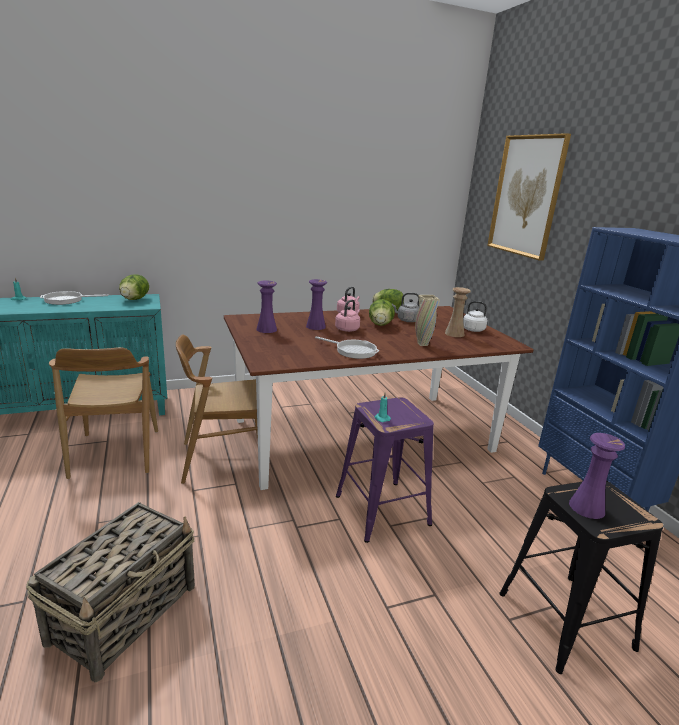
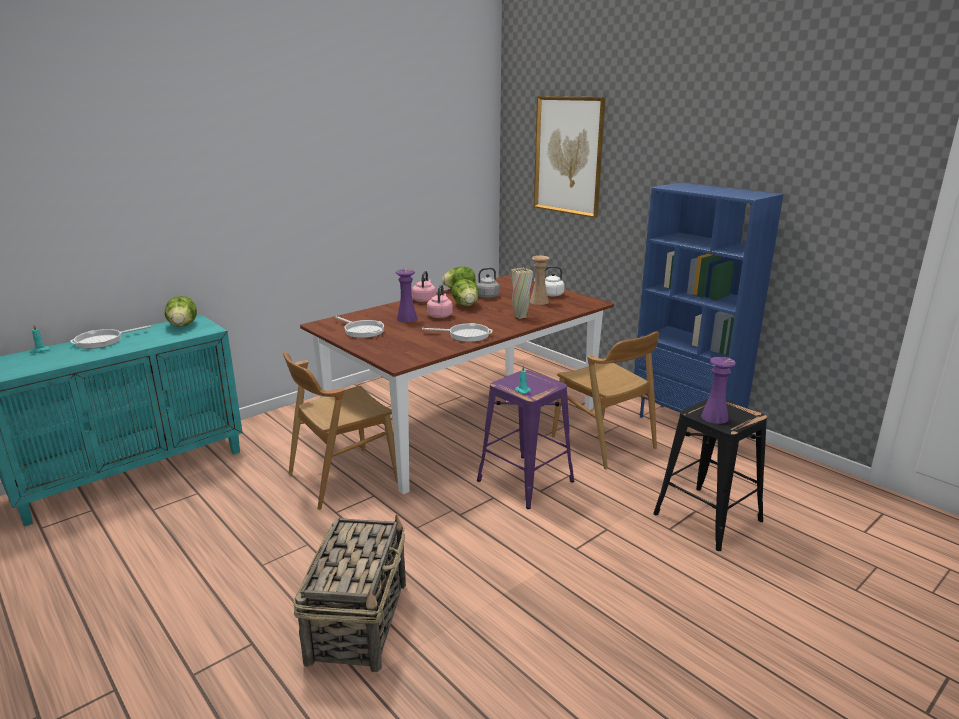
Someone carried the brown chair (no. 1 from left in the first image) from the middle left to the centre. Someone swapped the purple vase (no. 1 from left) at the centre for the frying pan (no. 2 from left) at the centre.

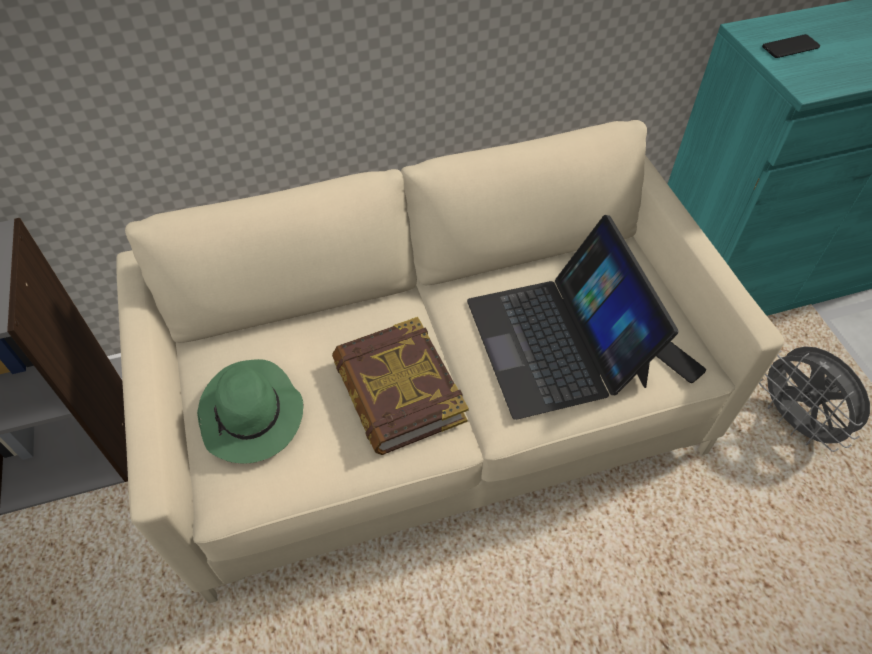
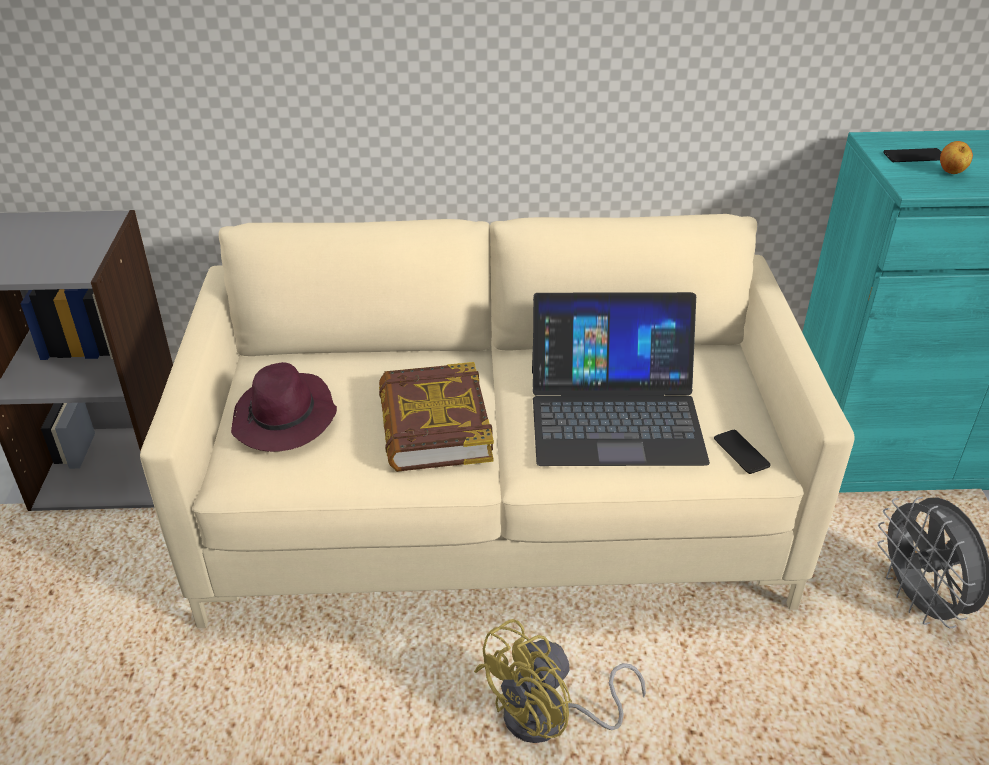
Someone repainted the green hat at the middle left, which became the purple hat at the middle left. Someone rotated the laptop at the centre by 90 degrees counterclockwise. Someone put down the yellow fan at the bottom centre. Someone put down the apple at the top right.

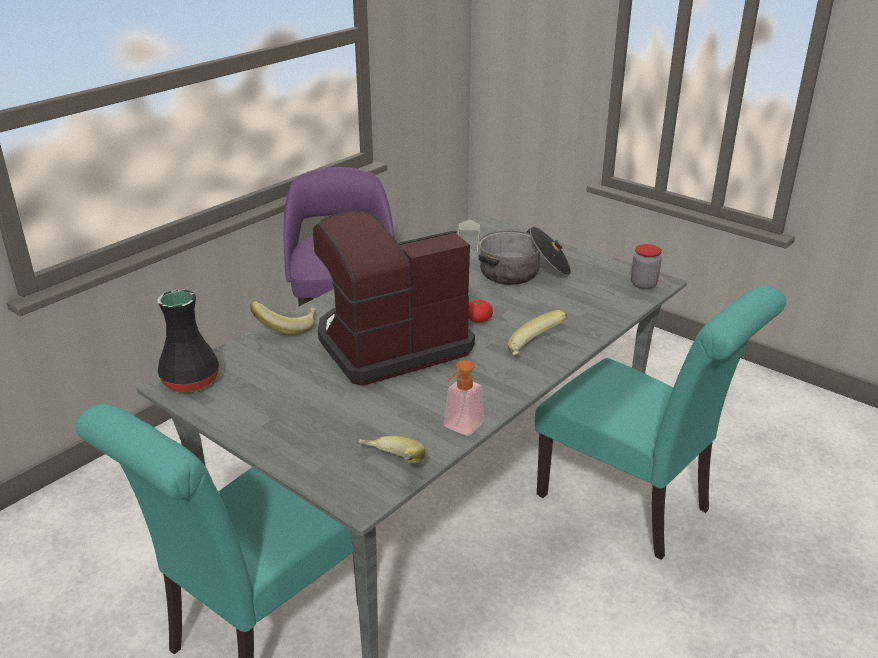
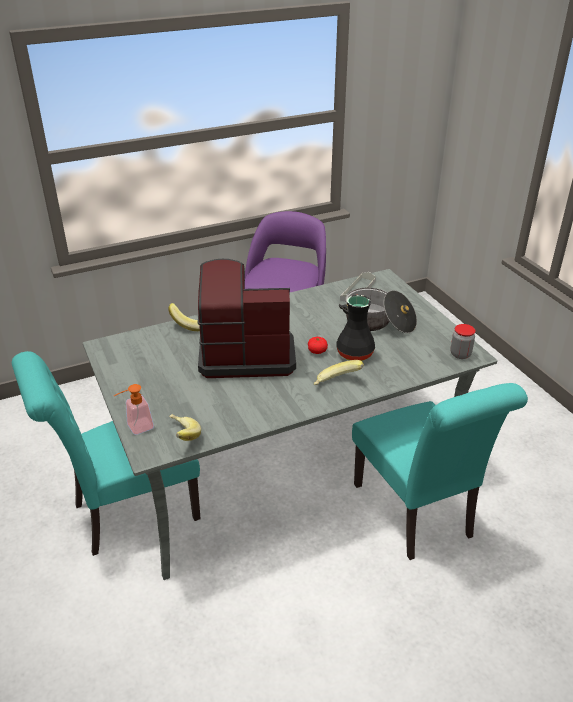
Someone carried the black vase from the middle left to the centre. Someone carried the soap dispenser from the centre to the middle left.

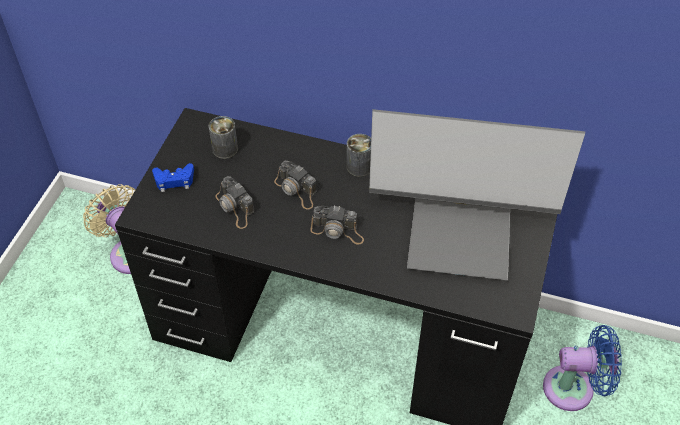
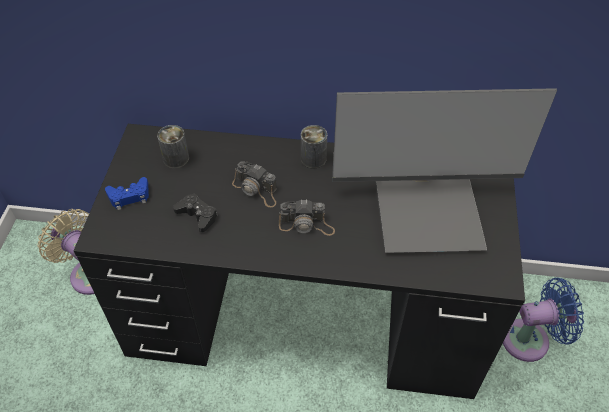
Someone swapped the photo camera (no. 1 from left) at the centre for the black game controller at the middle left.

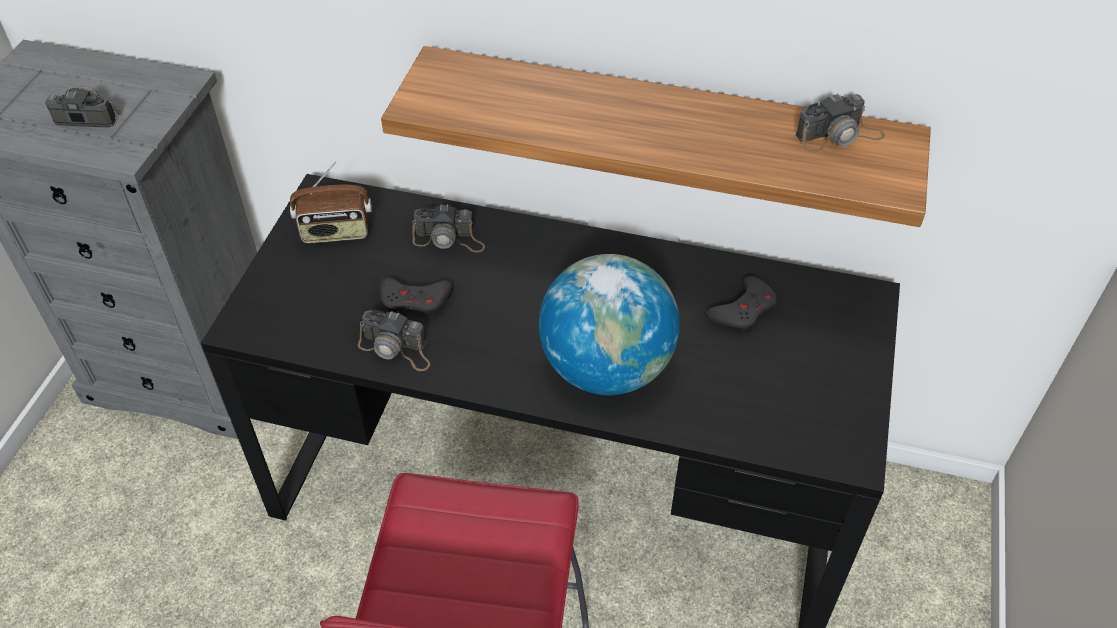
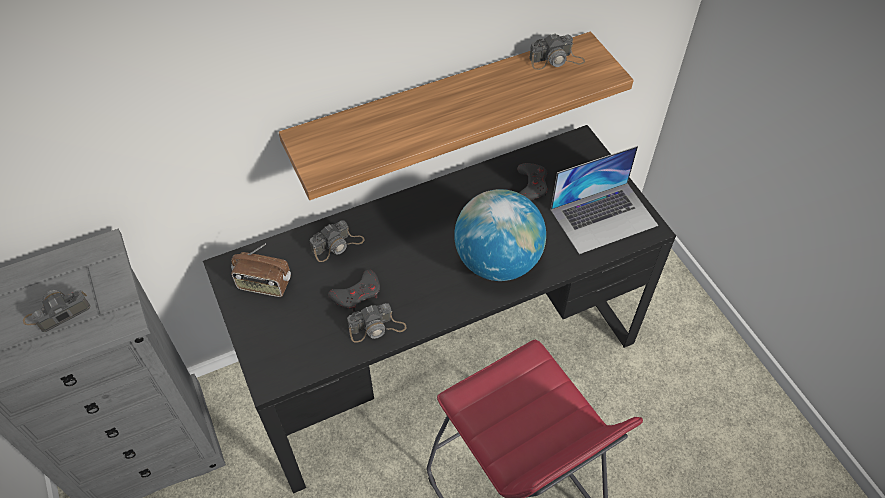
Someone rotated the radio at the top left by 60 degrees clockwise. Someone rotated the photo camera (no. 4 from left) at the top right by 45 degrees clockwise. Someone put down the laptop at the middle right.

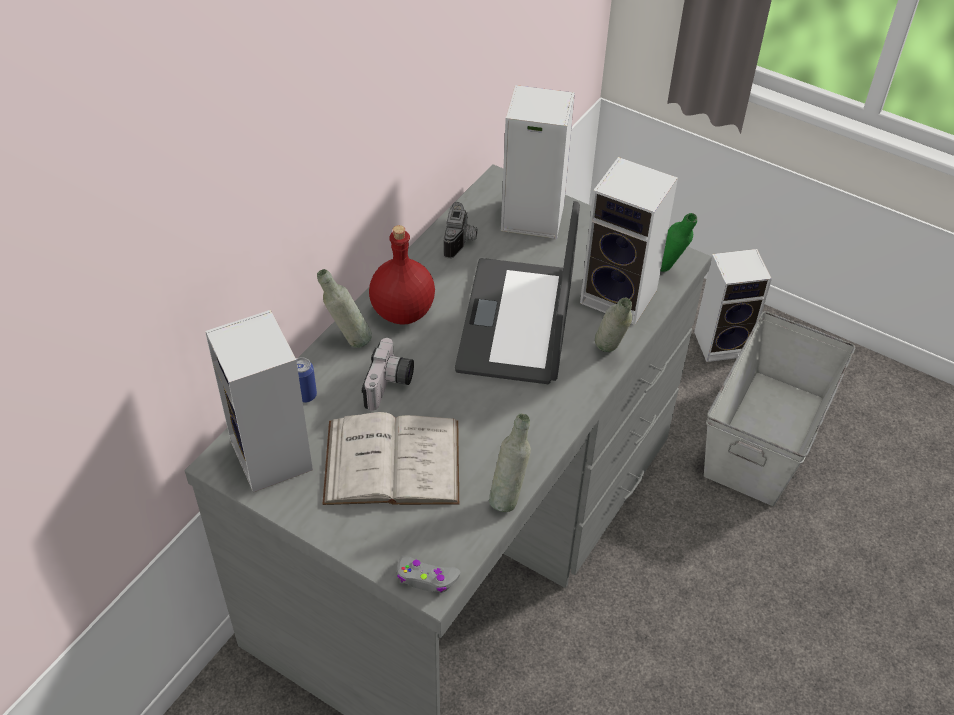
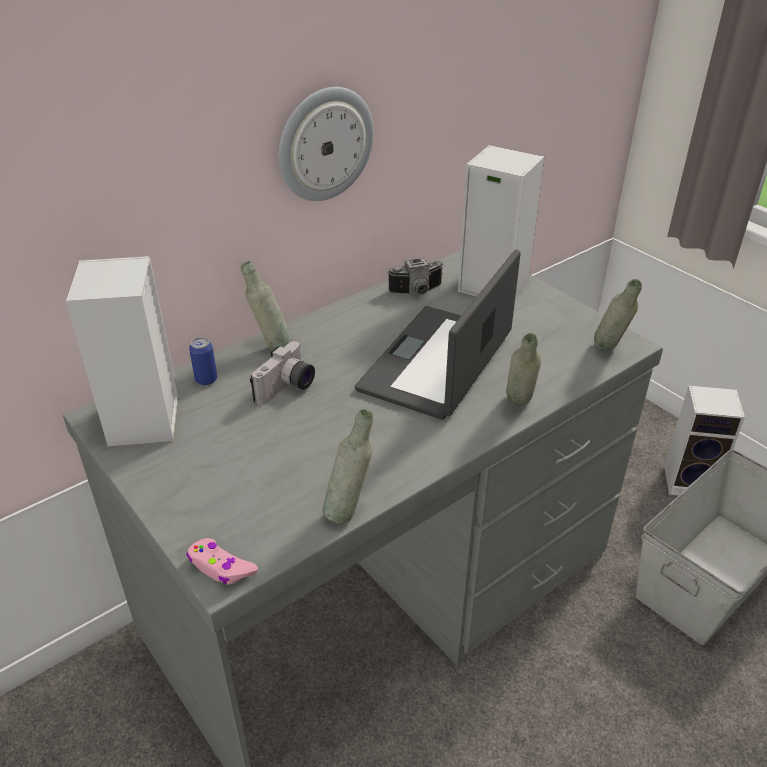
Someone took away the white book at the centre. Someone took away the red bottle at the centre. Someone repainted the grey game controller at the bottom centre, which became the pink game controller at the bottom left. Someone rotated the photo camera (no. 2 from left) at the top centre by 45 degrees clockwise. Someone took away the speaker (no. 3 from left) at the centre. Someone repainted the green bottle at the middle right, which became the grey bottle (no. 4 from left) at the middle right. Someone put up the wall clock at the top centre.

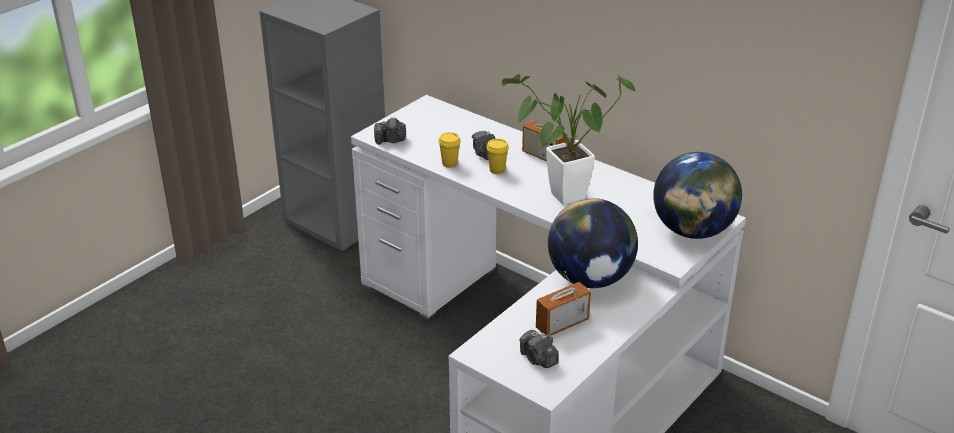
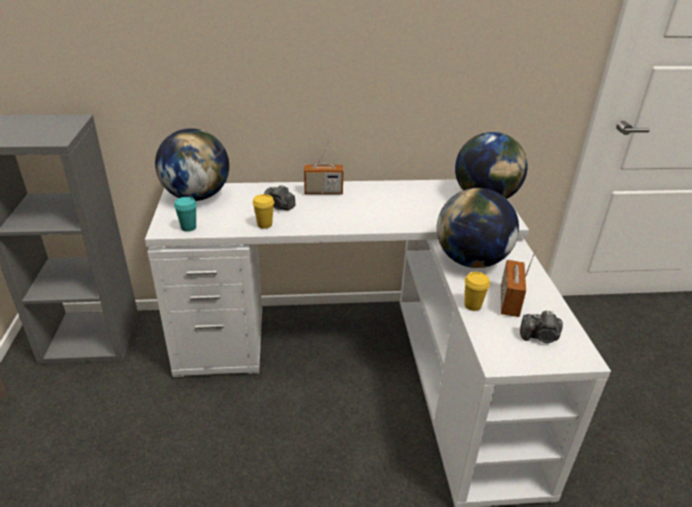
Someone swapped the photo camera (no. 1 from left) at the top centre for the turquoise cup at the middle left. Someone carried the yellow cup (no. 2 from left) from the centre to the middle right. Someone took away the potted plant at the top centre. Someone put down the globe (no. 1 from left) at the top left.

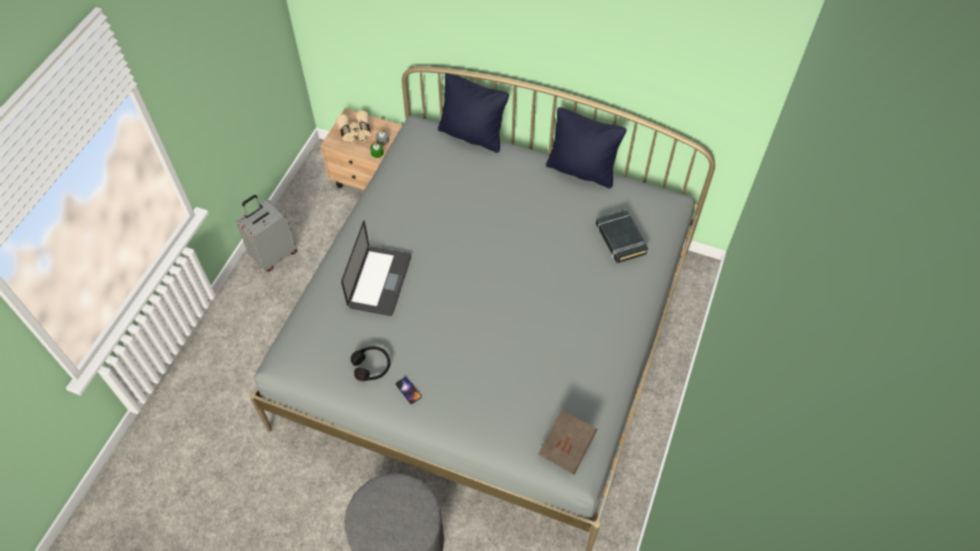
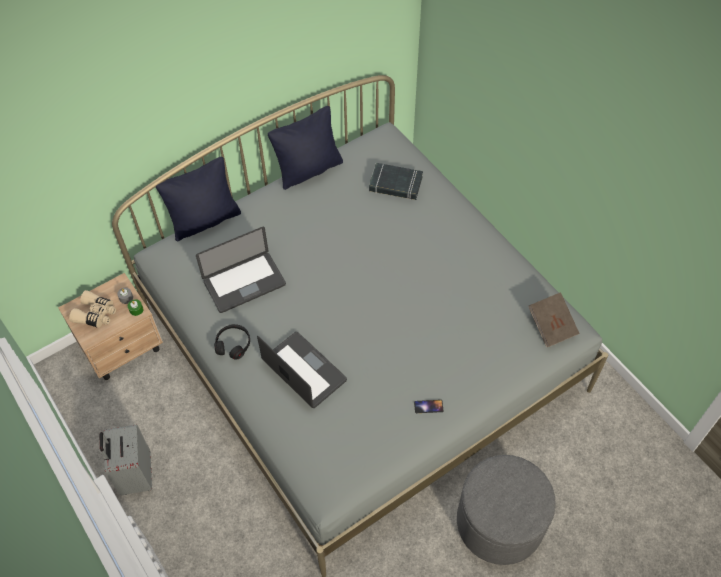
Someone carried the black headphones from the centre to the middle left. Someone put down the laptop (no. 1 from left) at the centre.

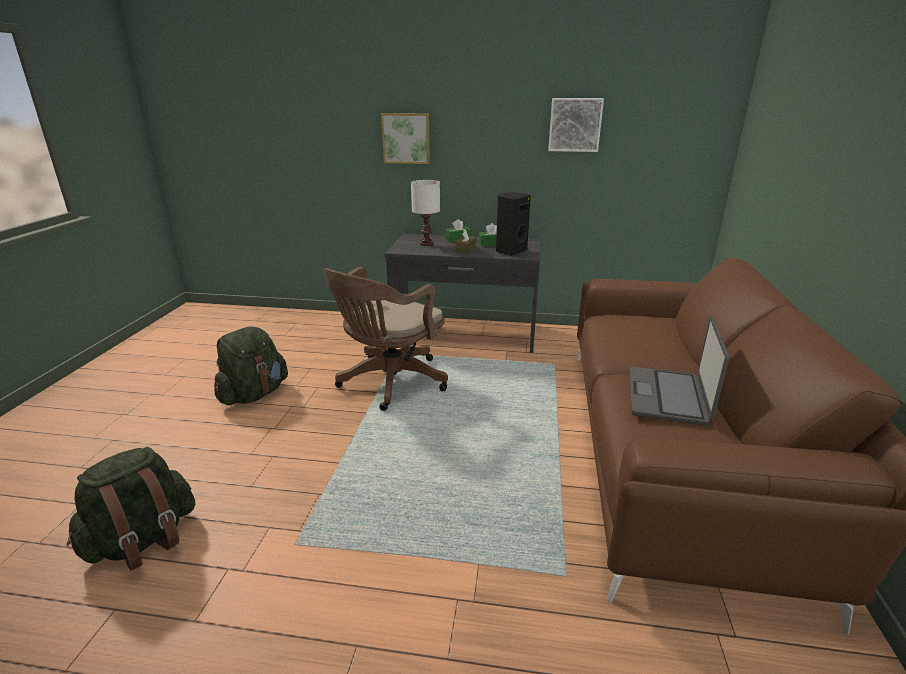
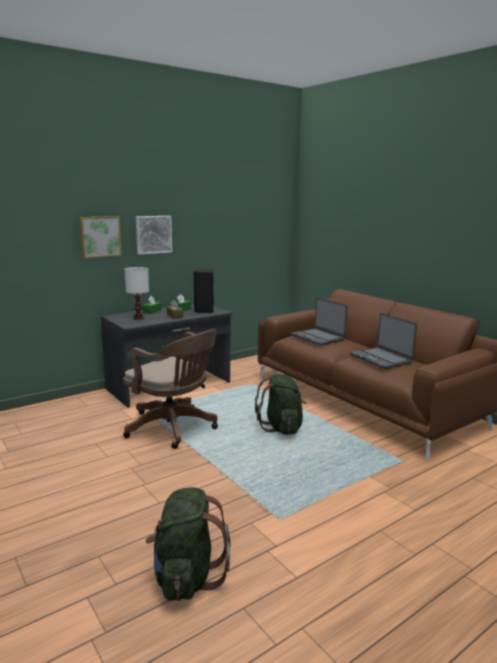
Someone carried the green backpack (no. 2 from left) from the middle left to the centre. Someone rotated the brown office chair at the centre by 45 degrees counterclockwise. Someone carried the picture (no. 2 from left) from the top centre to the middle left. Someone put down the laptop (no. 1 from left) at the centre.

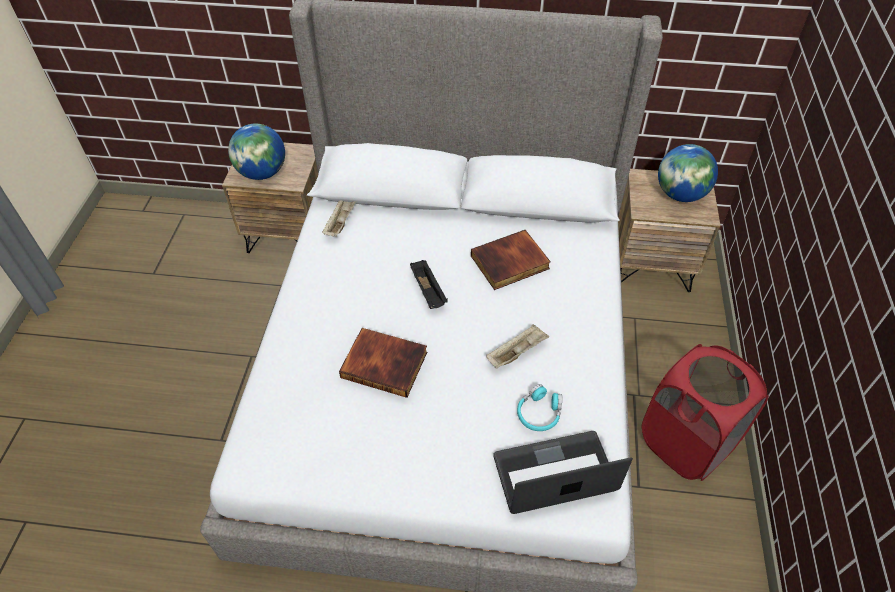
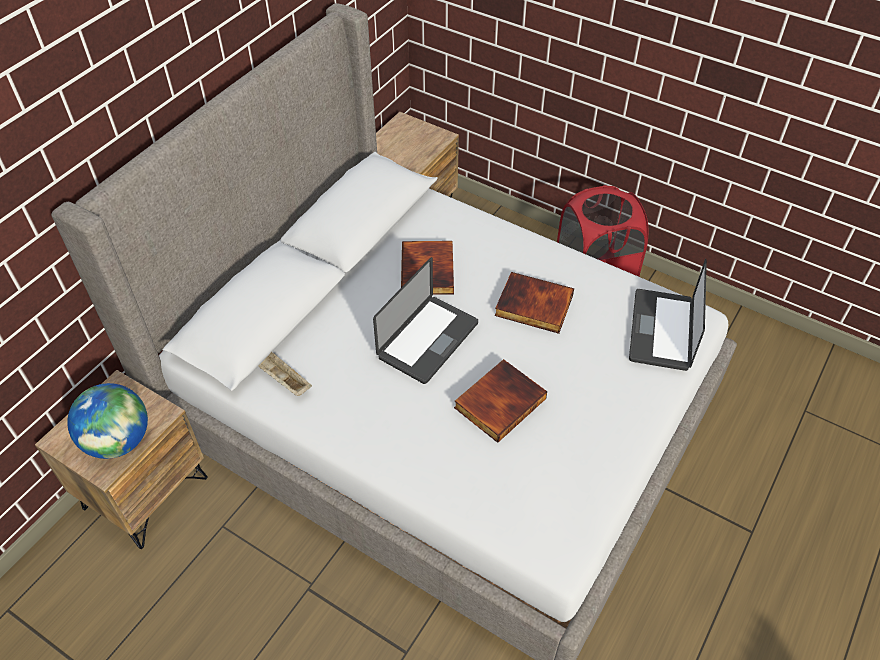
Someone swapped the black tray at the centre for the laptop (no. 1 from left) at the centre. Someone swapped the beige tray (no. 2 from left) at the centre for the book (no. 3 from left) at the centre. Someone took away the turquoise headphones at the bottom centre. Someone took away the globe (no. 2 from left) at the top right.

